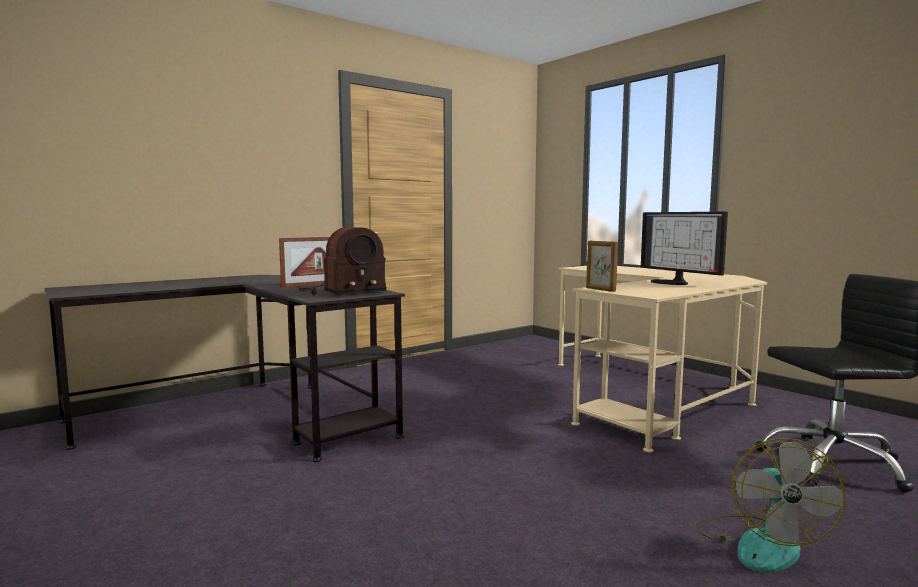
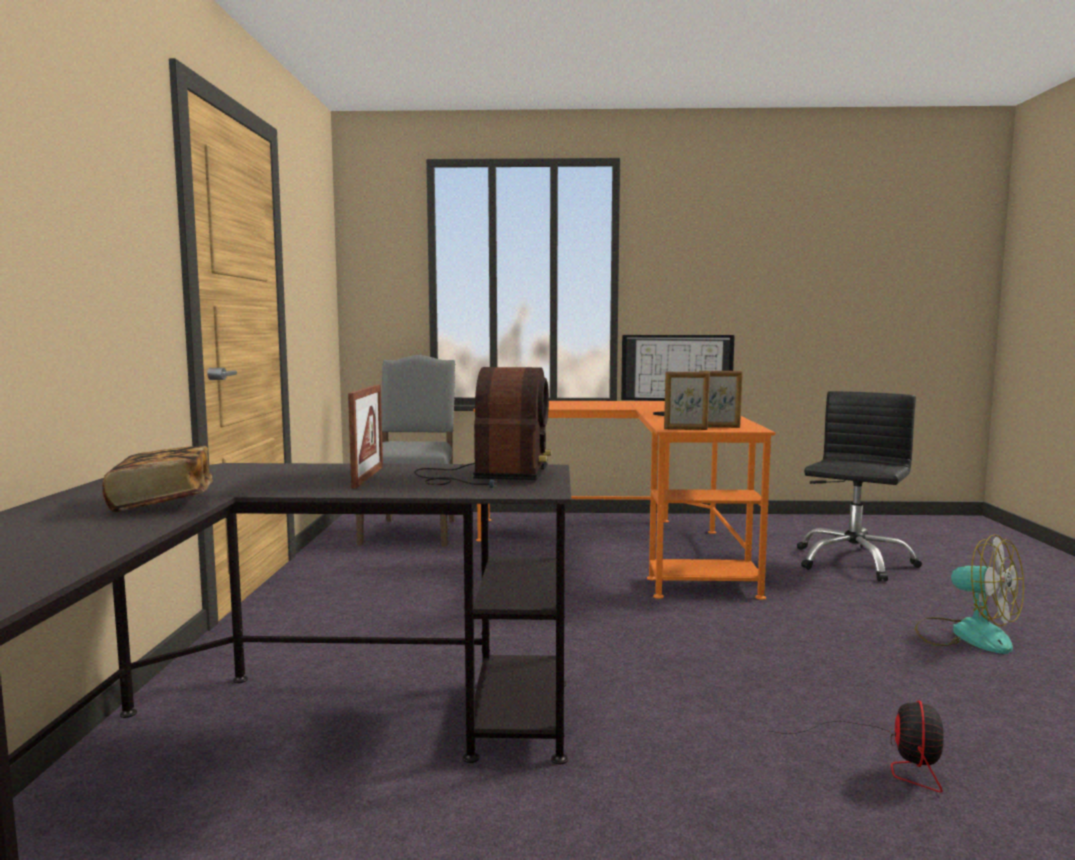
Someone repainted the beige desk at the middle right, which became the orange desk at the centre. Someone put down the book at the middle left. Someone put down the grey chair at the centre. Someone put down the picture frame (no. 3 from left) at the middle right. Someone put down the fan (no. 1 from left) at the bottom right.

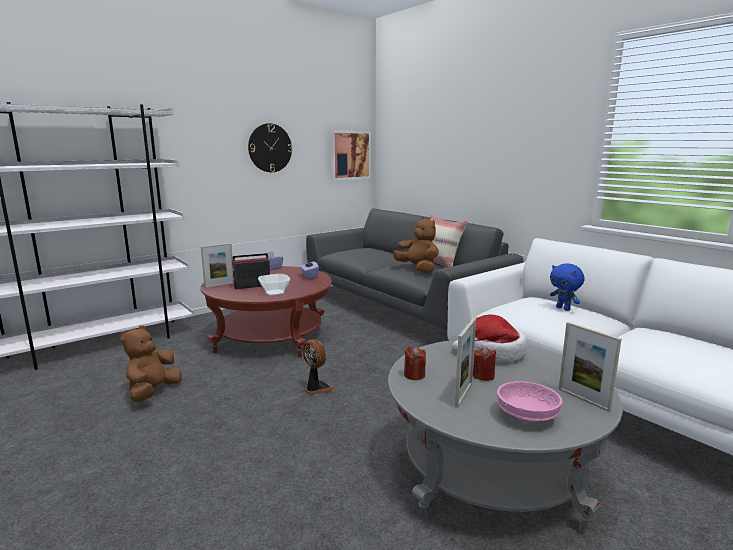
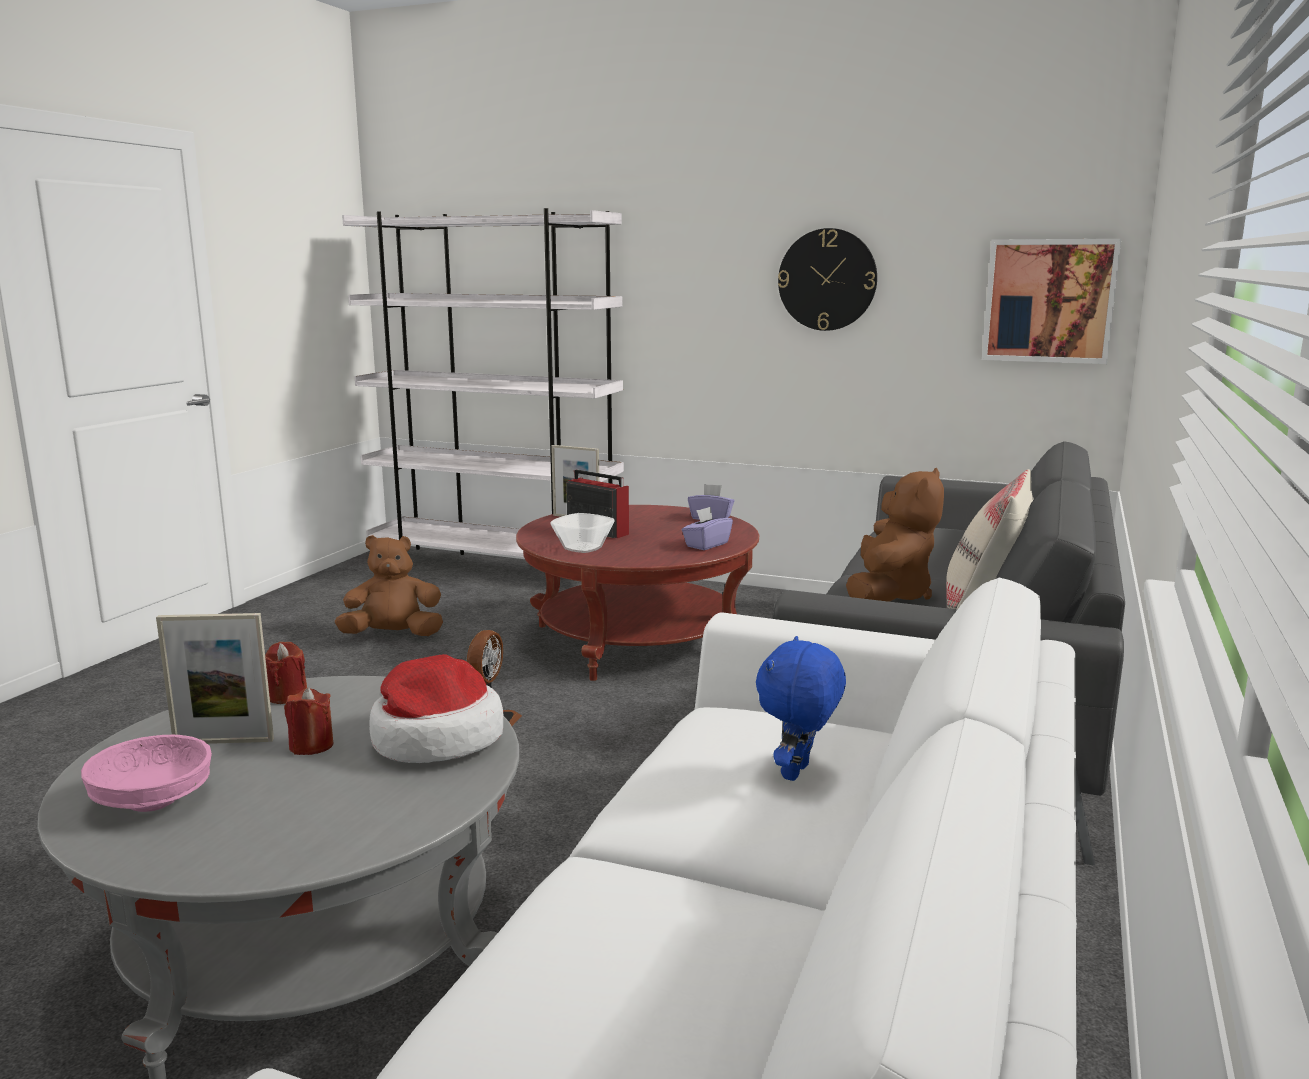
Someone took away the picture frame (no. 3 from left) at the bottom right.

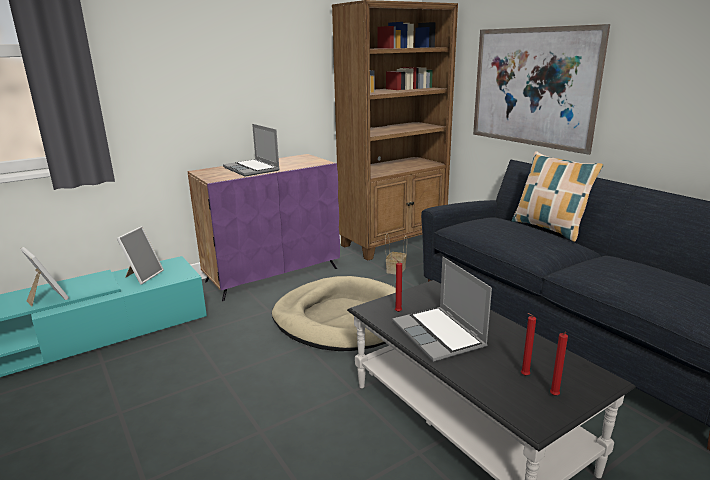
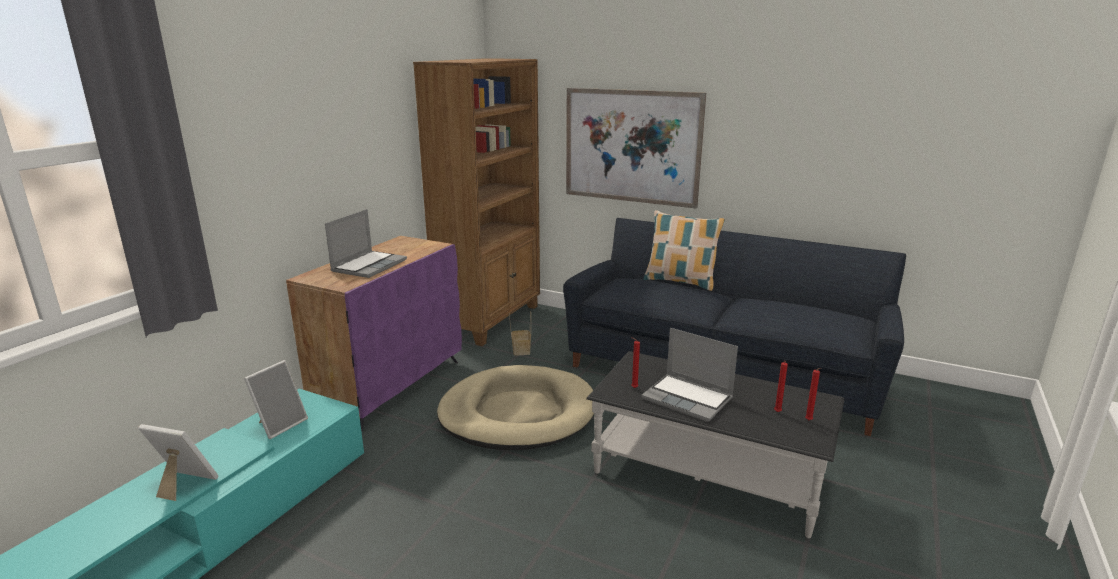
Someone rotated the picture frame (no. 2 from left) at the middle left by 45 degrees clockwise. Someone rotated the laptop (no. 1 from left) at the top centre by 90 degrees counterclockwise.

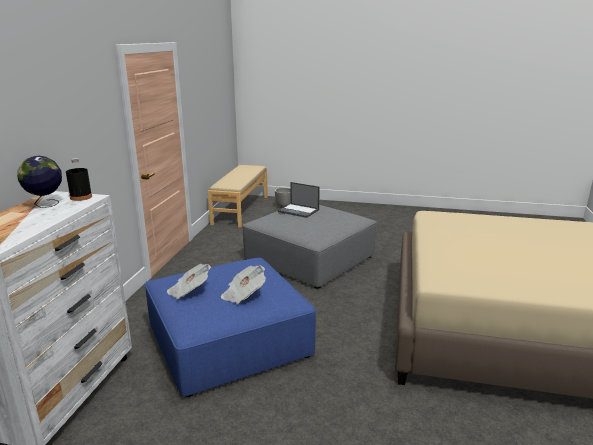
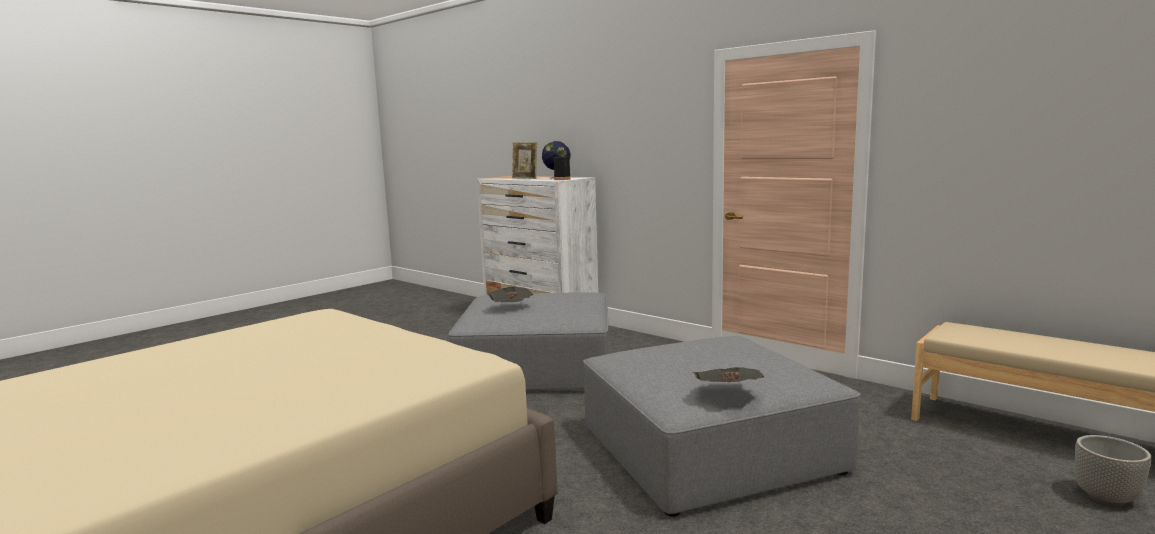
Someone repainted the blue ottoman at the bottom centre, which became the grey ottoman (no. 1 from left) at the centre. Someone carried the newspaper (no. 1 from left in the first image) from the middle left to the bottom centre. Someone took away the laptop at the centre. Someone put down the picture frame at the top centre.

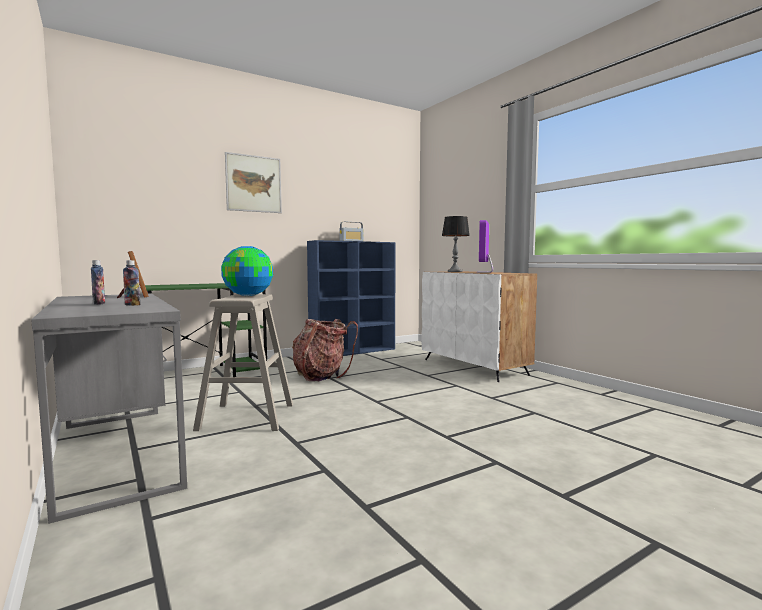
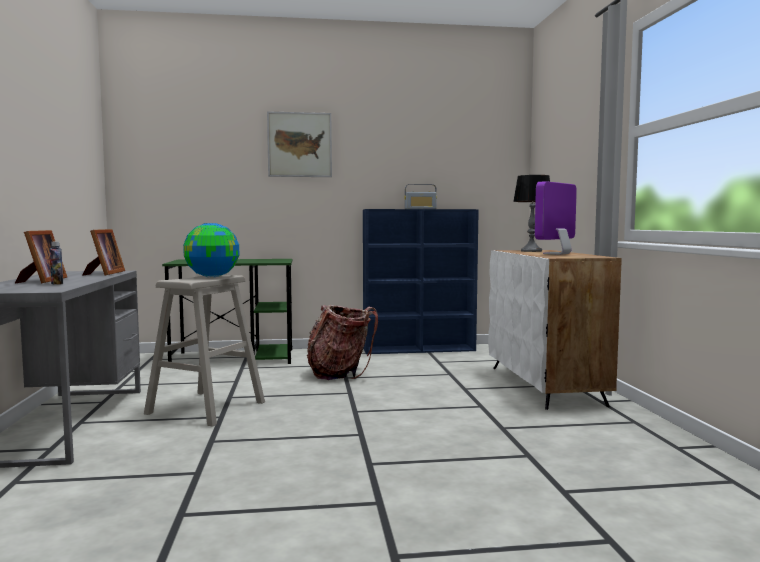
Someone swapped the bottle (no. 1 from left) at the middle left for the picture frame (no. 1 from left) at the middle left.

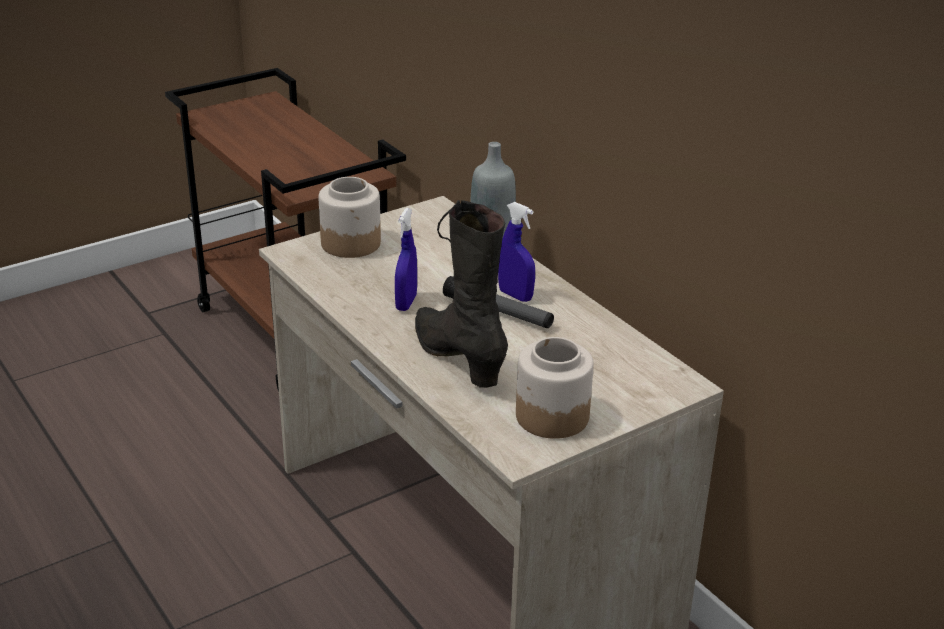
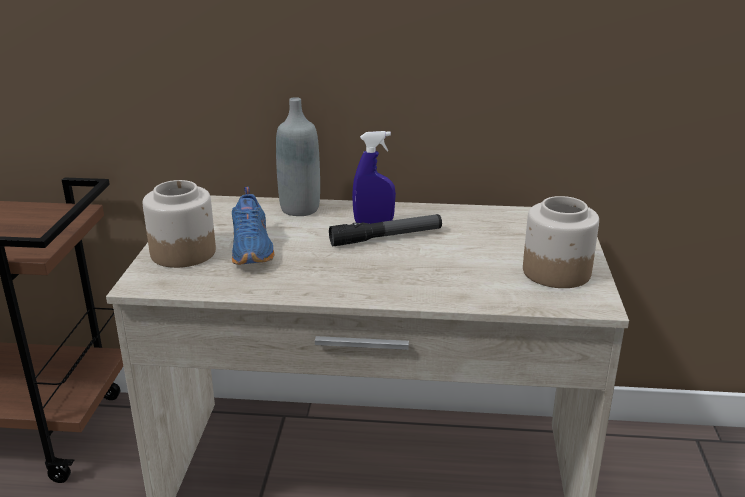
Someone took away the blue spray bottle (no. 1 from left) at the centre. Someone took away the black boot at the centre. Someone put down the blue shoe at the centre.

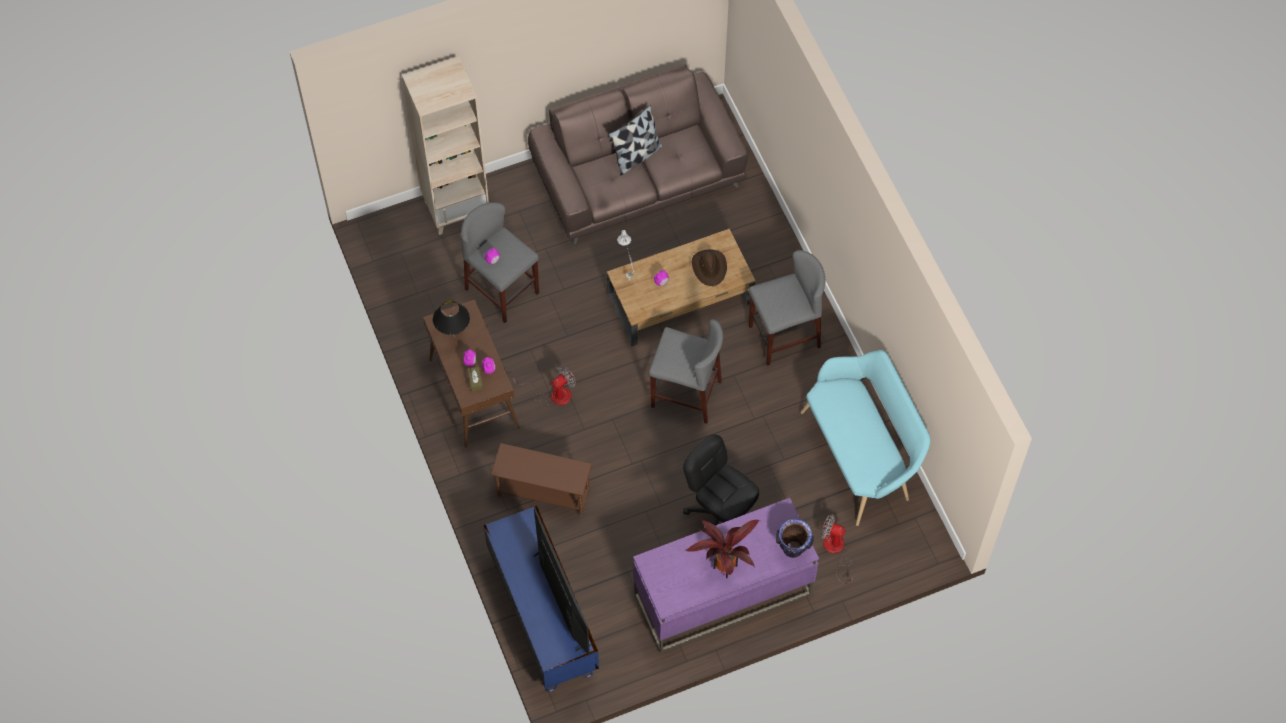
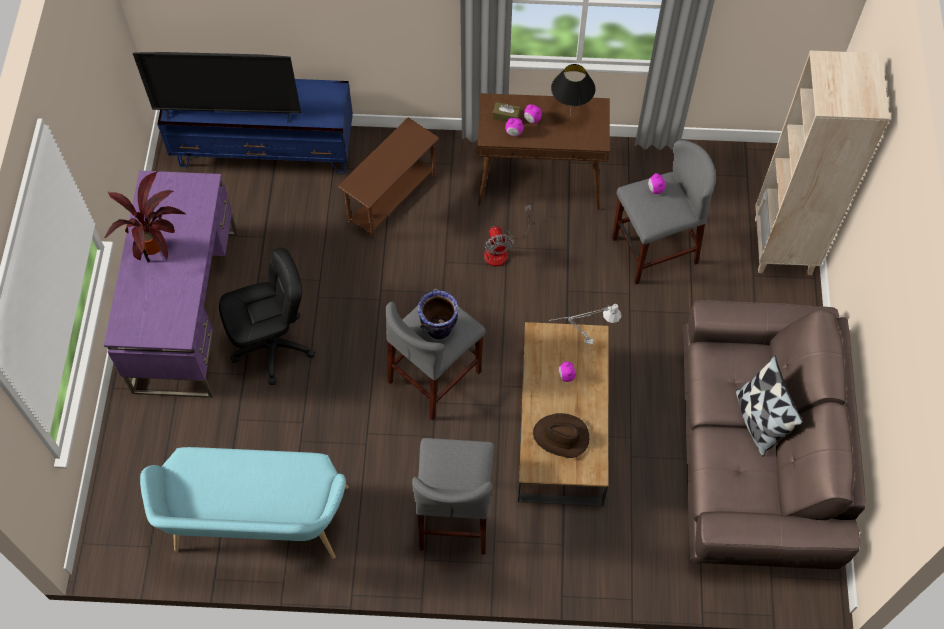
Someone carried the vase from the bottom centre to the centre. Someone took away the fan (no. 2 from left) at the bottom centre.

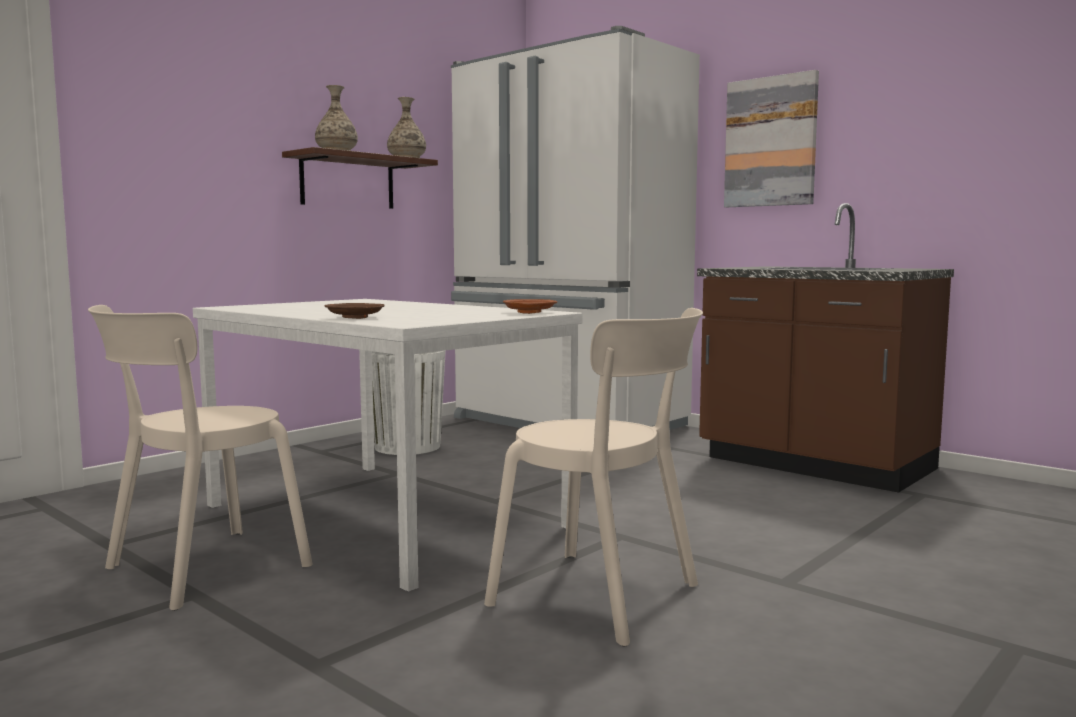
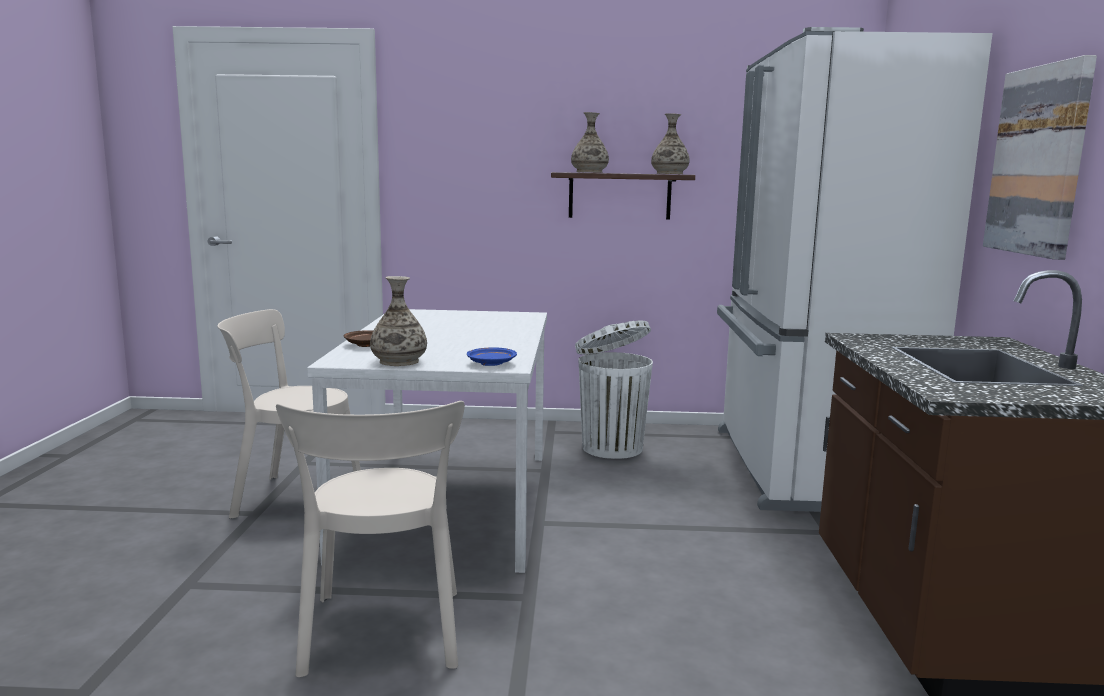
Someone repainted the brown plate (no. 2 from left) at the centre, which became the blue plate at the centre. Someone put down the vase (no. 1 from left) at the centre.

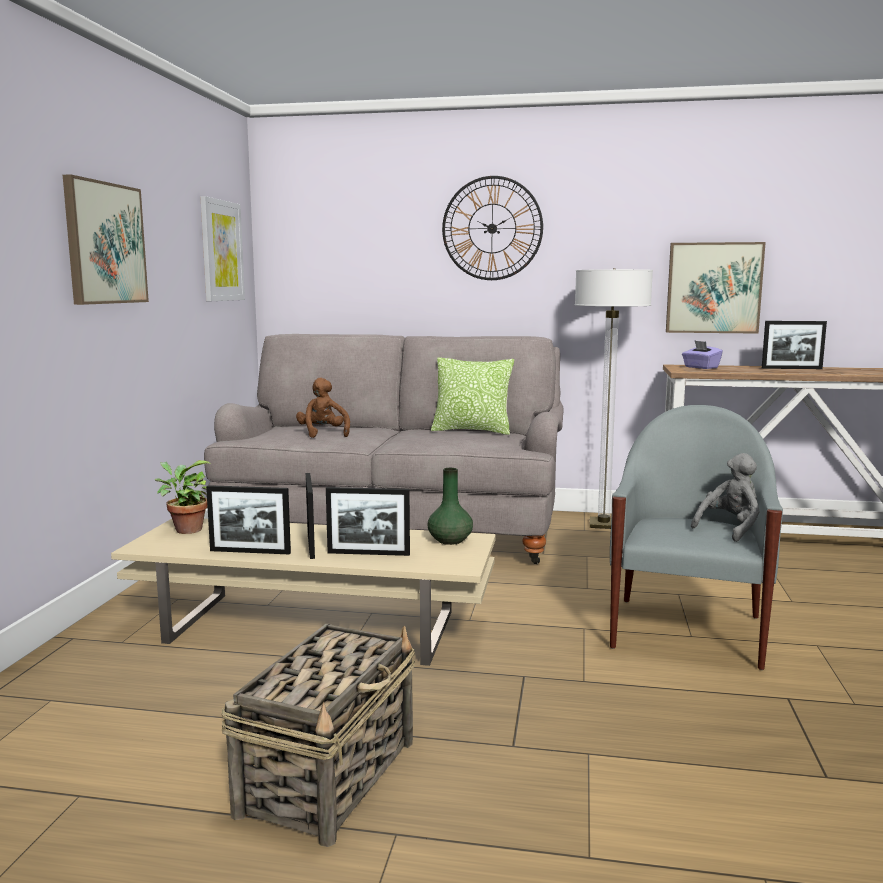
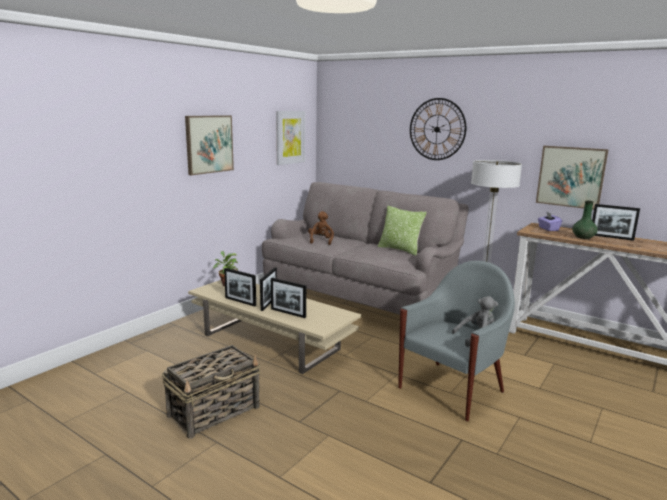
Someone carried the green vase from the centre to the middle right.

